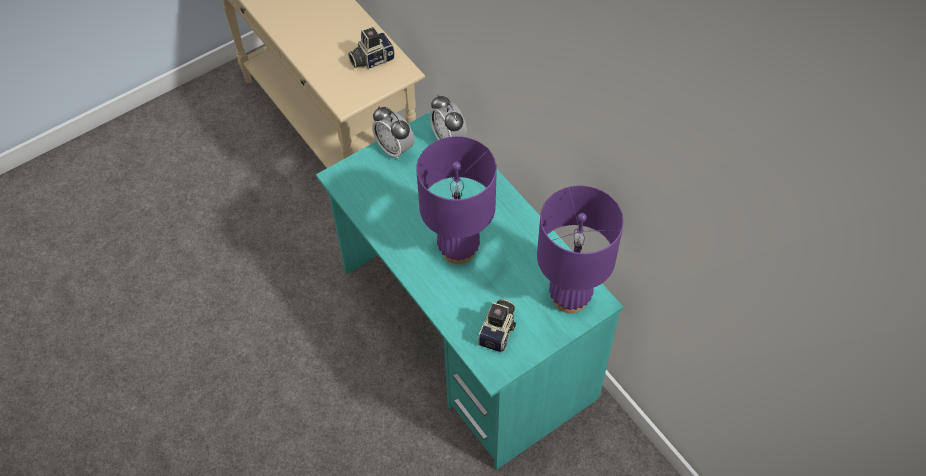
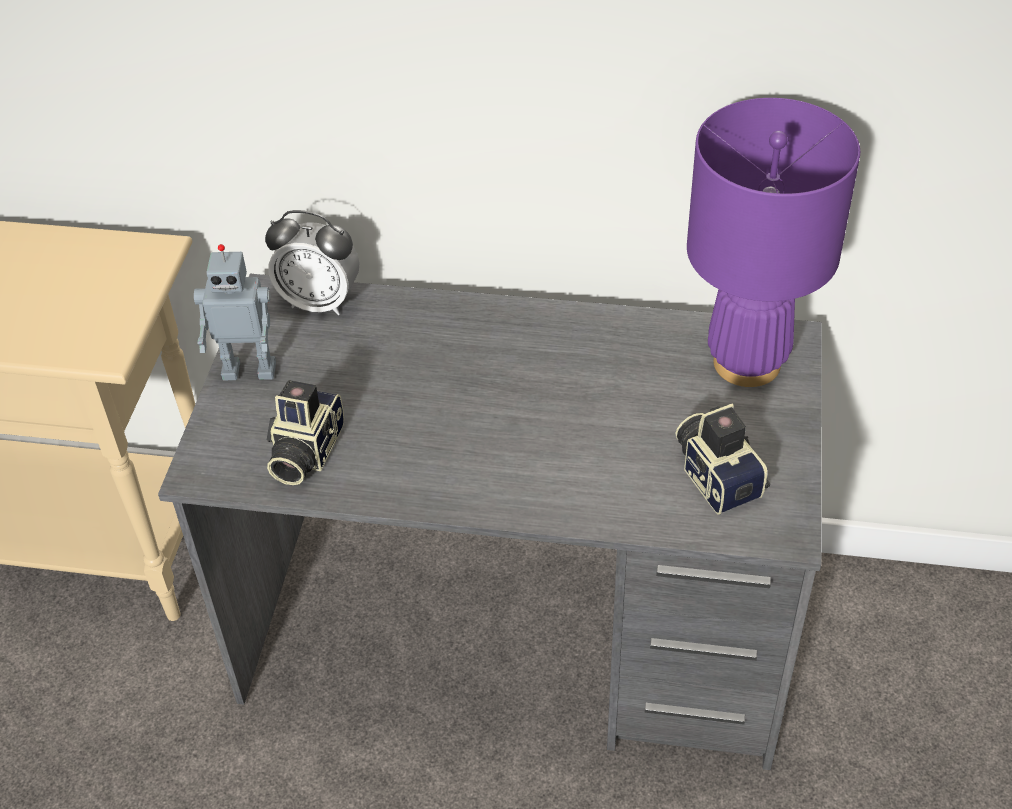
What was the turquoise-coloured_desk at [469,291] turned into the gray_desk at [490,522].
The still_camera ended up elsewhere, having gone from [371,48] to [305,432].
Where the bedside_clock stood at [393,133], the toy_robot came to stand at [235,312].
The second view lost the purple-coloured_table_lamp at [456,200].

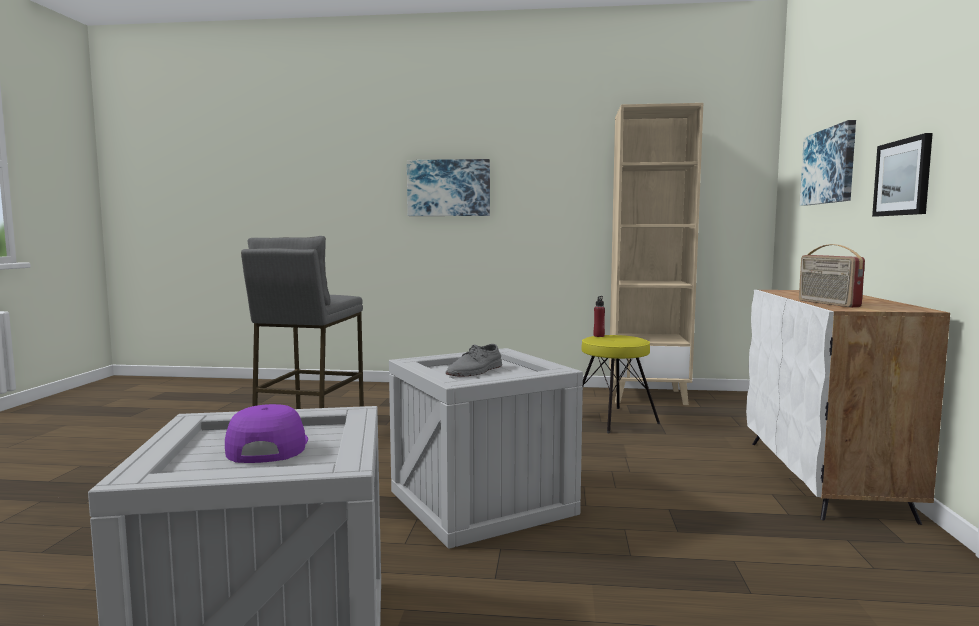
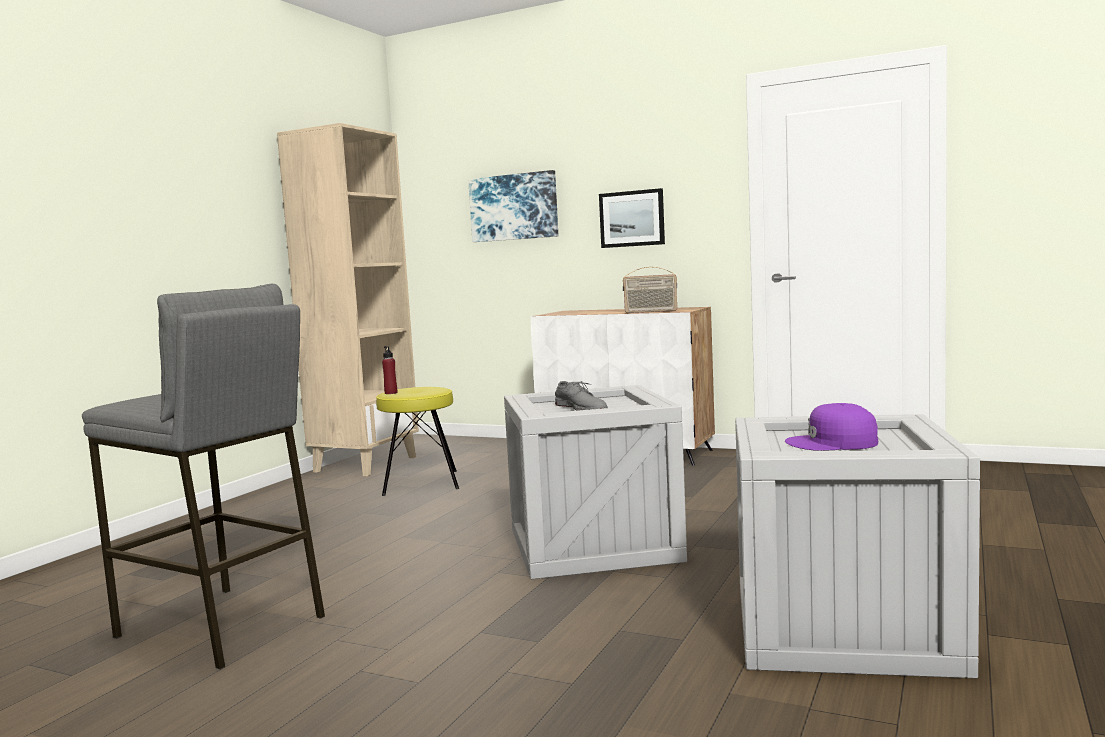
The second view lost the wall_art at [448,187].

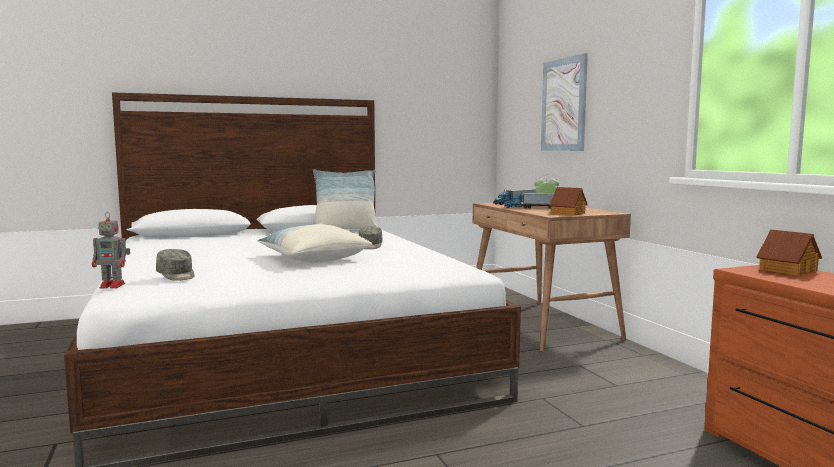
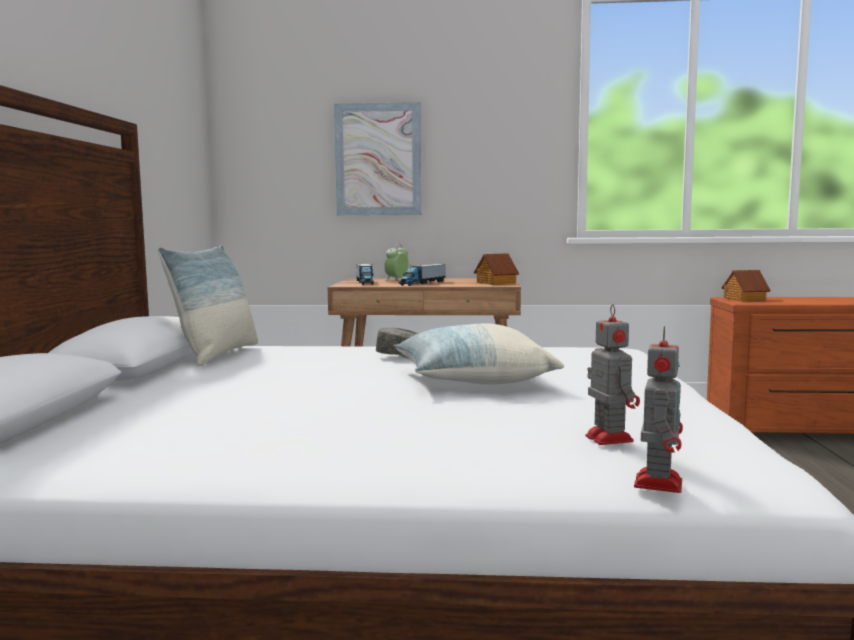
Where the gray_peaked_cap stood at [175,265], the toy_robot came to stand at [612,374].

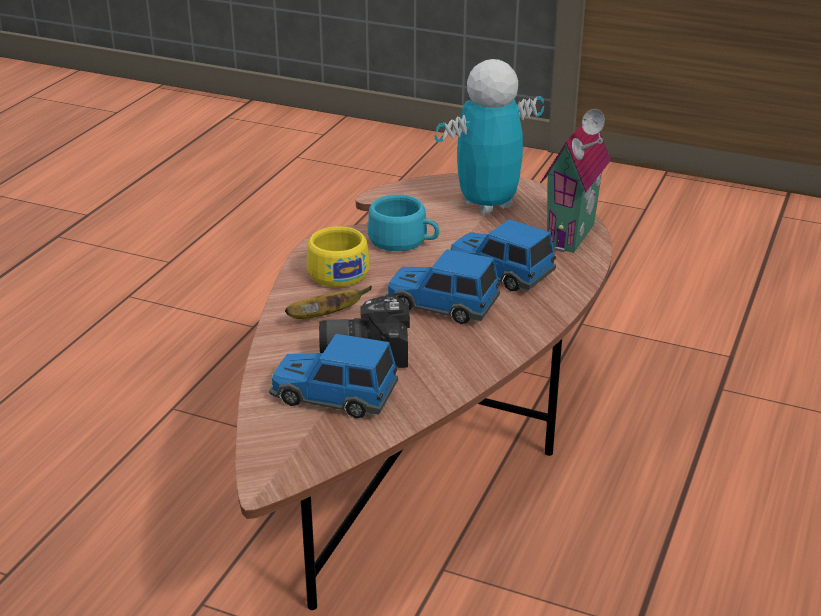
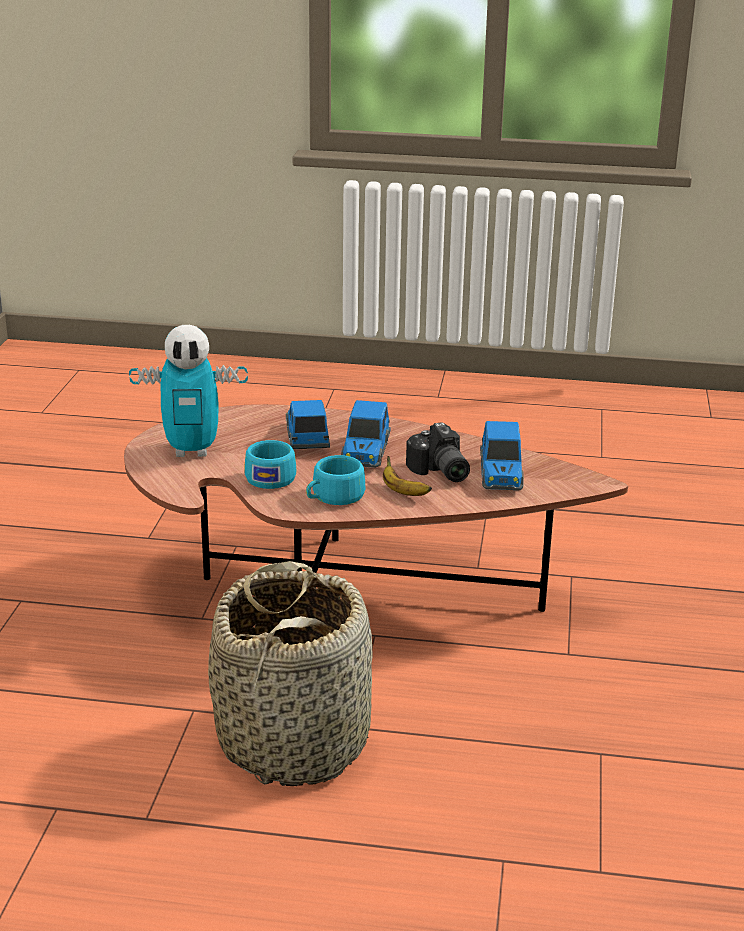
What was the yellow_cup at [338,257] turned into the turquoise-coloured_cup at [335,480].
The toy_robot at [489,137] ended up facing another way, 45 degrees counterclockwise from before.
The miniature_car at [503,255] ended up facing another way, 150 degrees clockwise from before.
The second view lost the miniature_house at [575,181].
The second view gained the household_basket at [290,673].

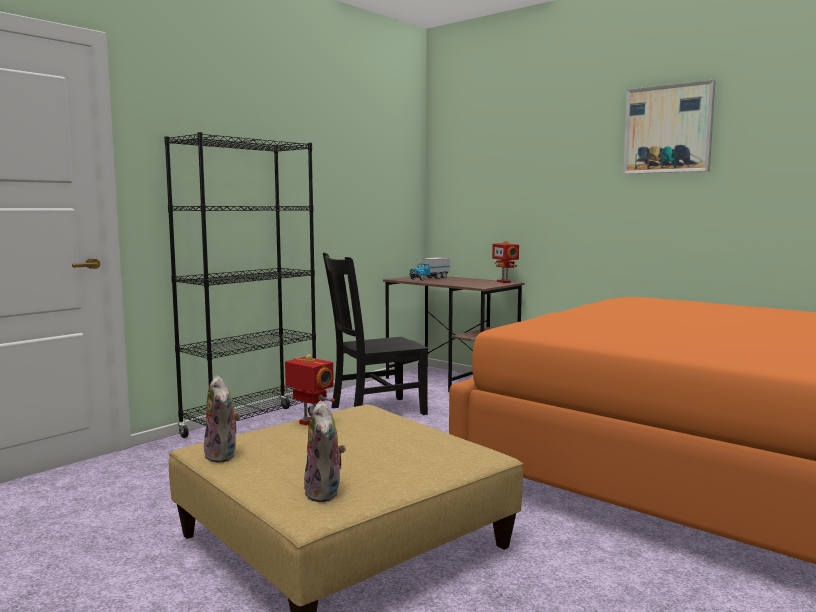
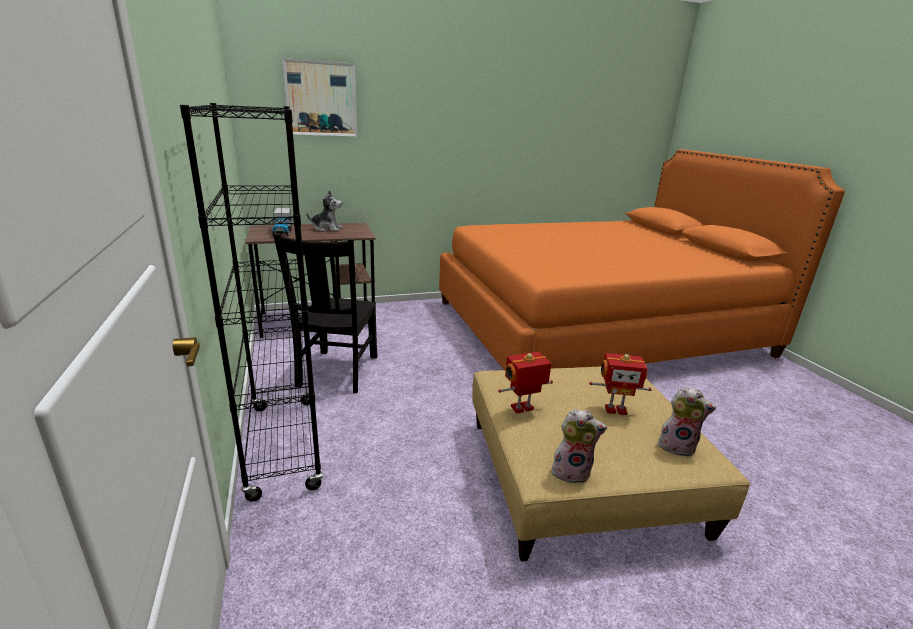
The toy_robot ended up elsewhere, having gone from [505,261] to [620,384].
The wall_art ended up elsewhere, having gone from [669,127] to [319,97].
The second view gained the soft_toy at [324,211].

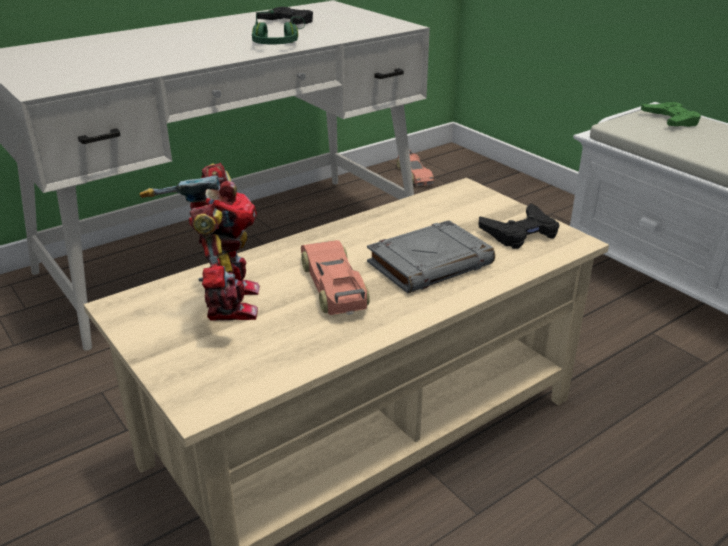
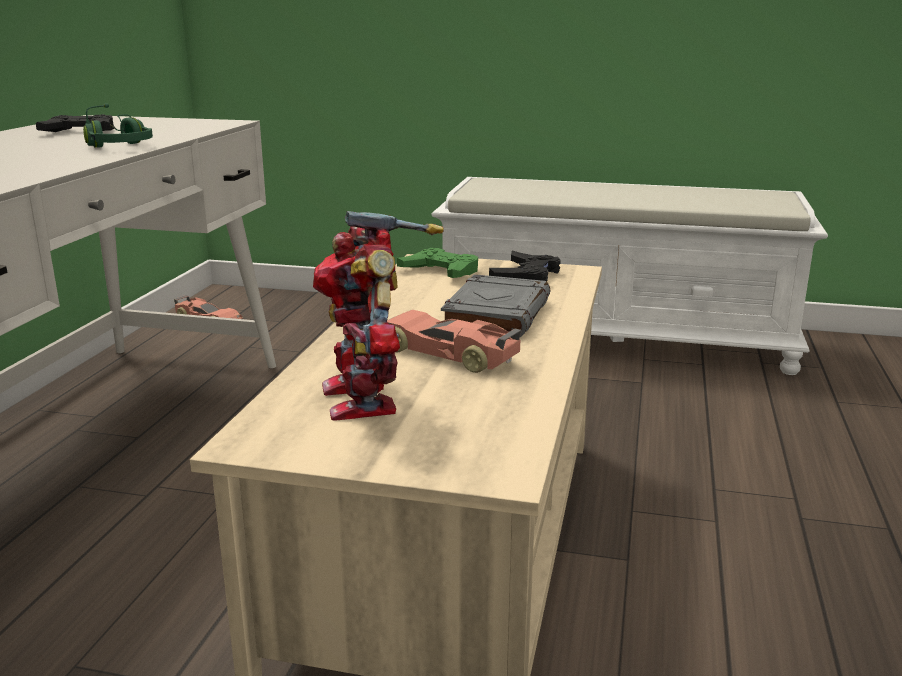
The toy_robot at [199,242] ended up facing another way, 150 degrees counterclockwise from before.
The green_gamepad ended up elsewhere, having gone from [671,114] to [437,263].

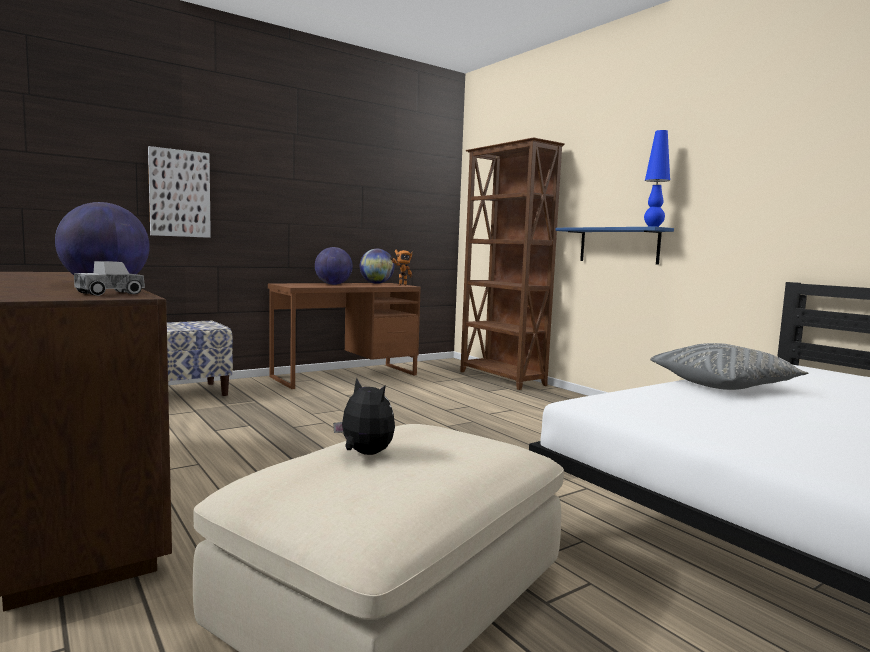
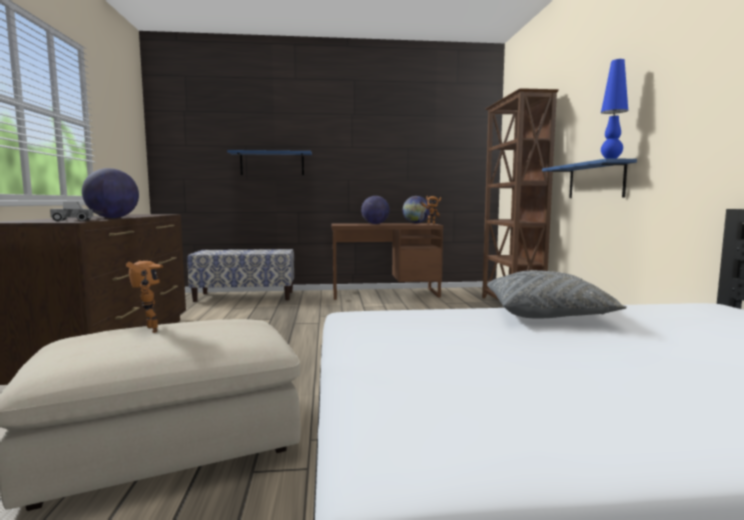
Where the wall_art hung at [179,192], the blue-coloured_shelf came to hang at [269,162].
Where the soft_toy stood at [364,416], the toy_robot came to stand at [144,296].

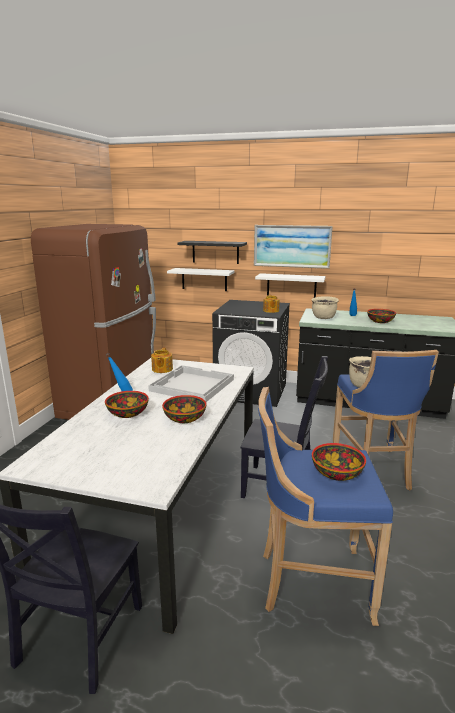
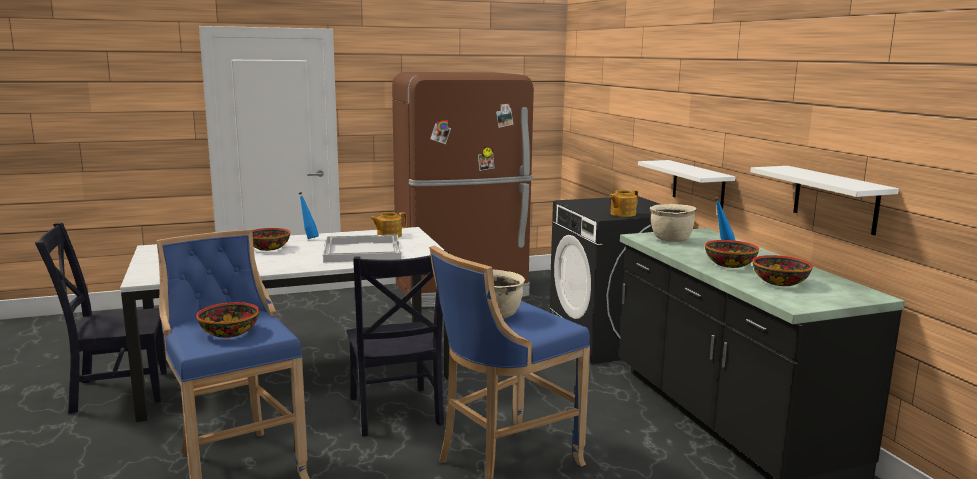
The serving_bowl ended up elsewhere, having gone from [184,409] to [783,270].
The white-coloured_shelf ended up elsewhere, having gone from [201,279] to [824,200].
The second view lost the blackish_shelf at [212,252].
The second view lost the wall_art at [293,247].

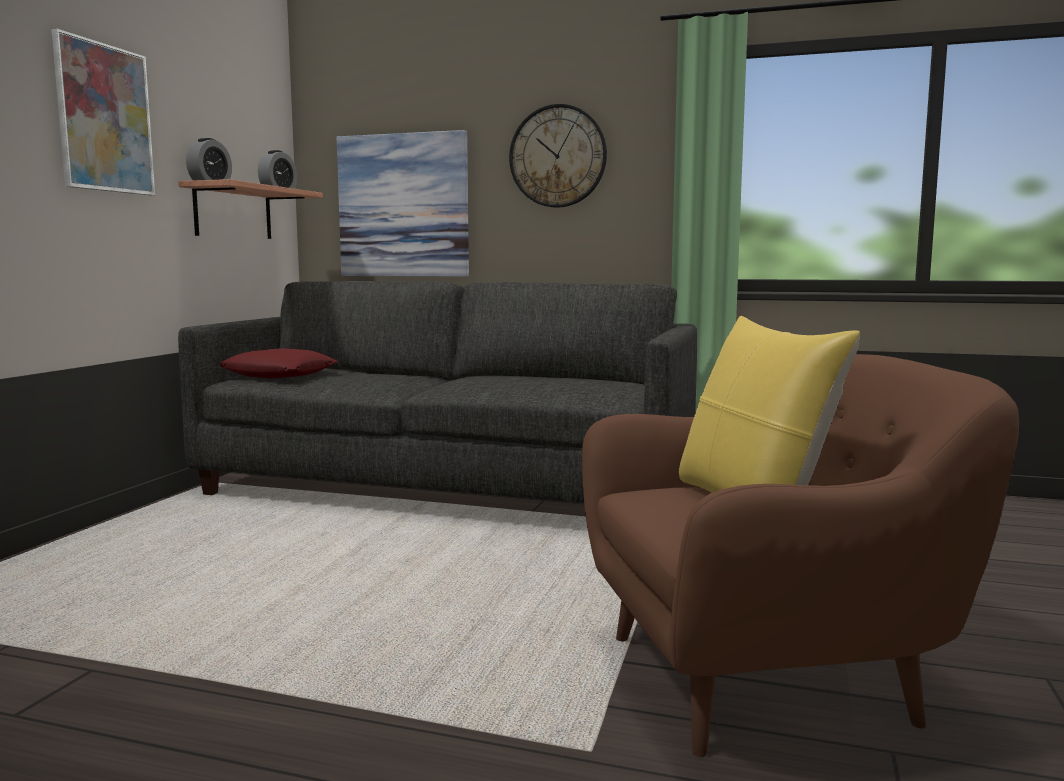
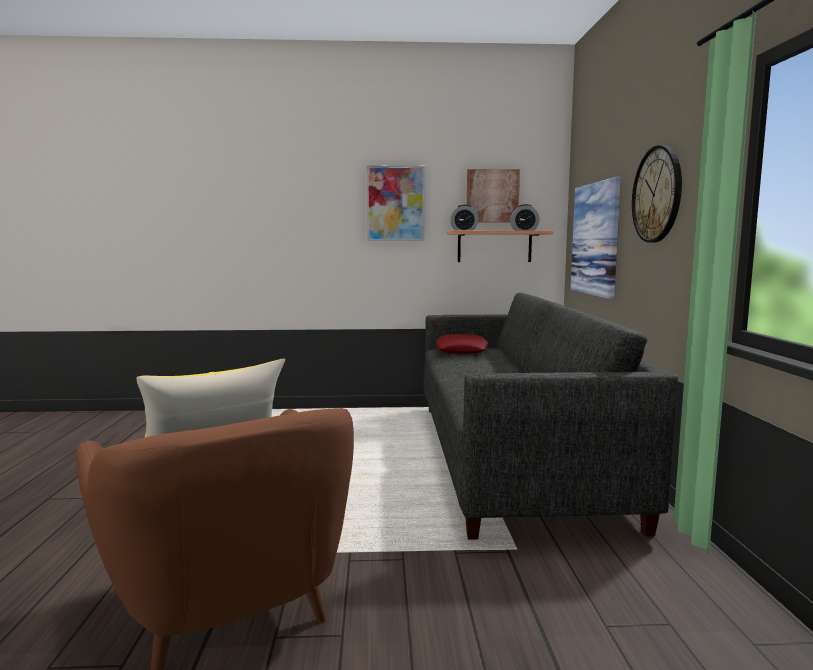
The second view gained the wall_art at [493,196].

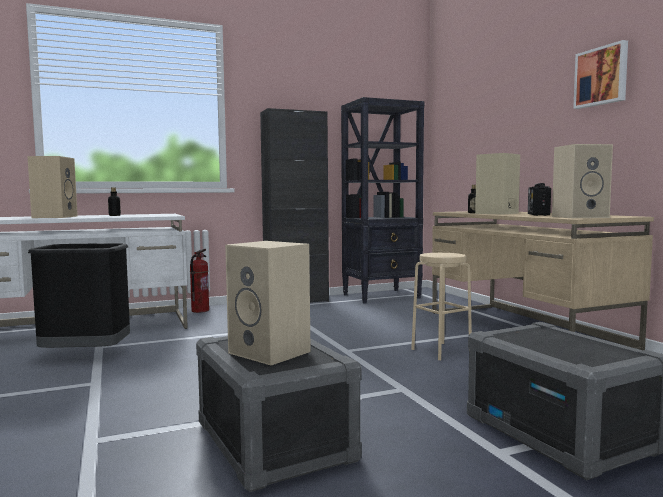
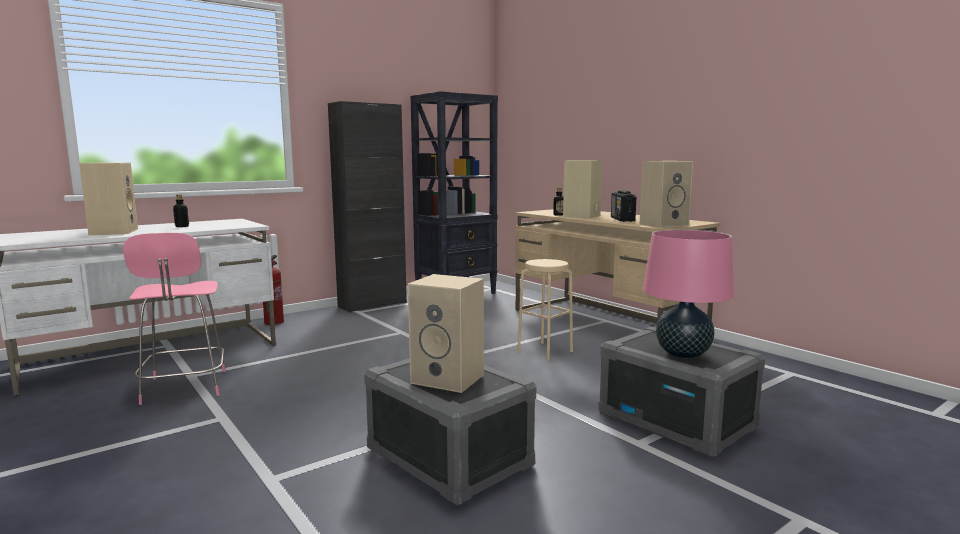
Where the blackish_waste_bin stood at [79,295], the pink_upright_chair came to stand at [174,319].
The second view lost the wall_art at [600,74].
The second view gained the pink_table_lamp at [688,294].

